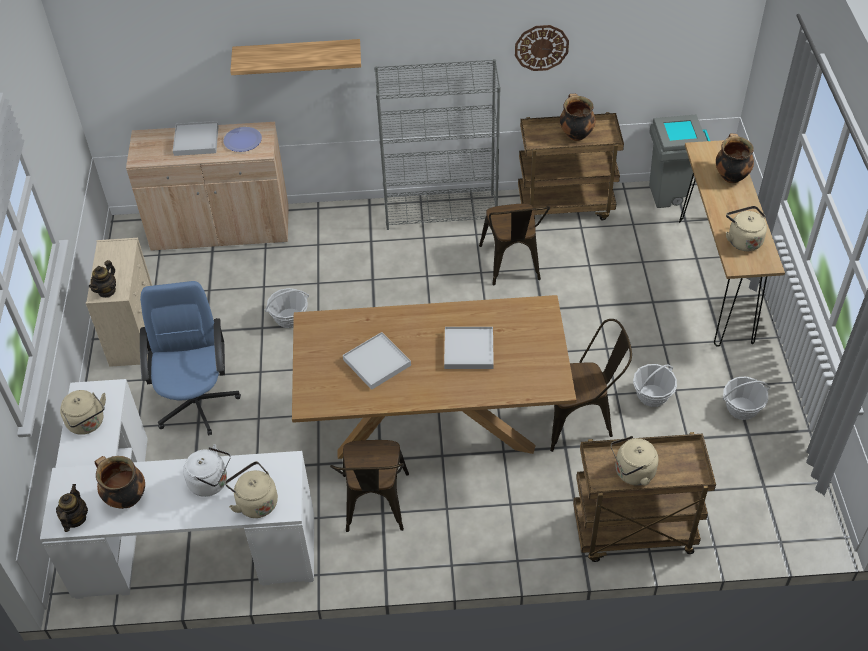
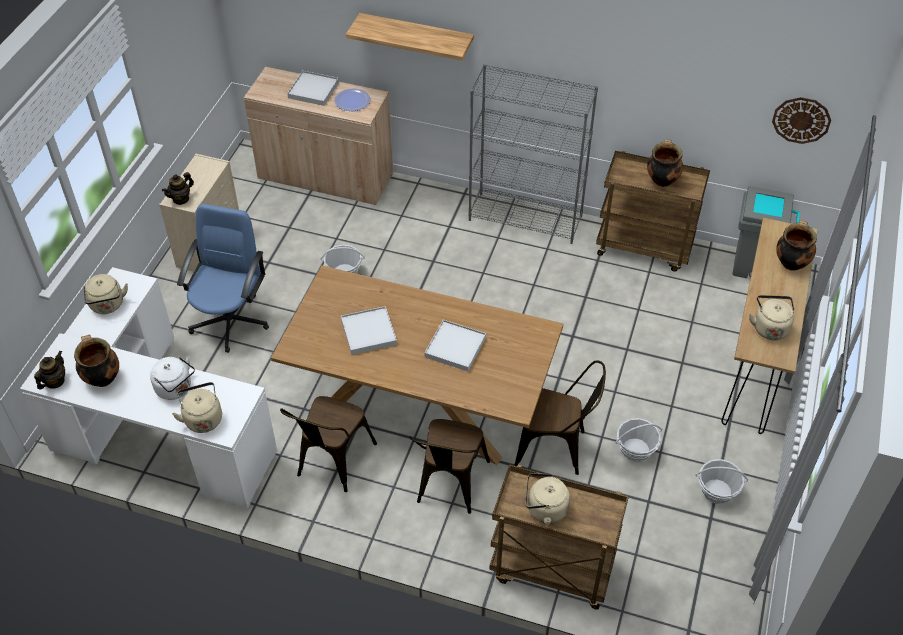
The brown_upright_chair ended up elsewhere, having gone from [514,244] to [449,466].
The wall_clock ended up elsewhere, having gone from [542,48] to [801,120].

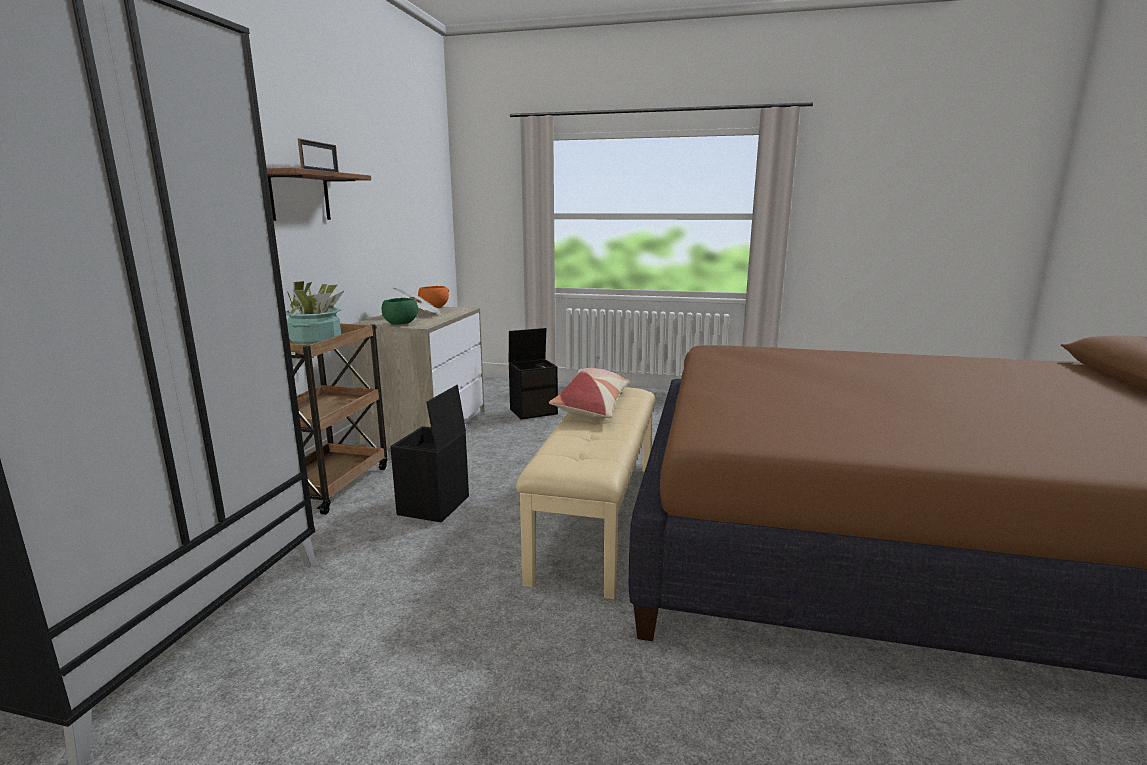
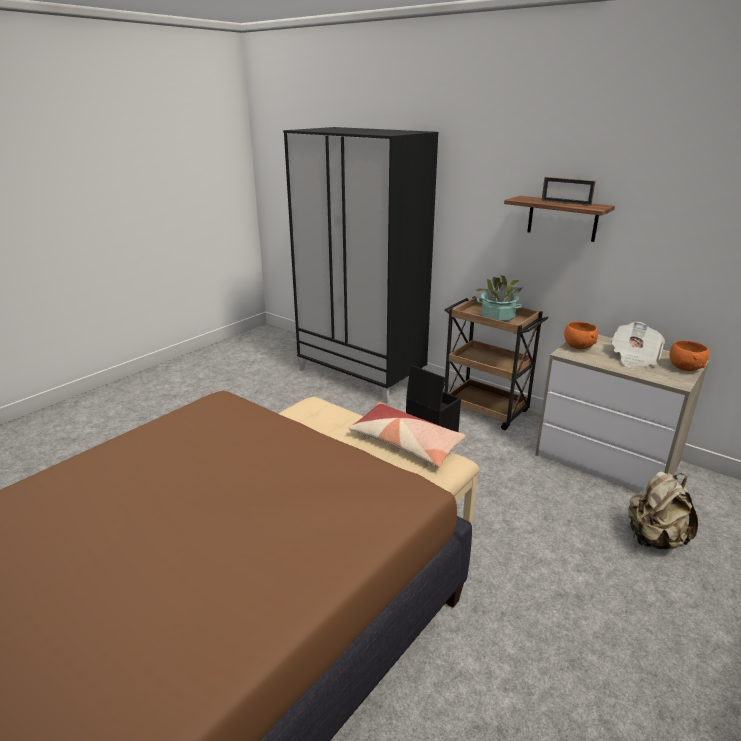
What was the green_serving_bowl at [400,311] turned into the orangey_serving_bowl at [581,335].
Where the blackish_storage_container stood at [533,373], the beige_rucksack came to stand at [663,510].

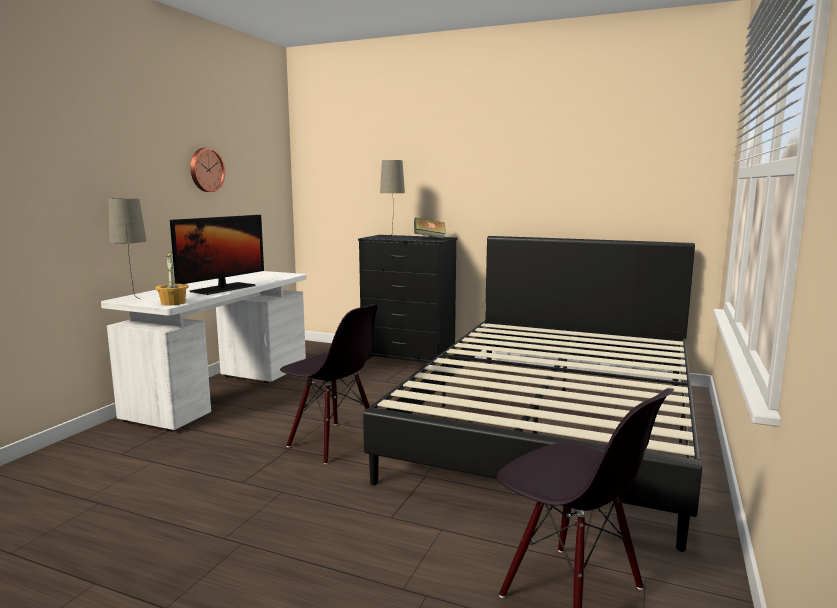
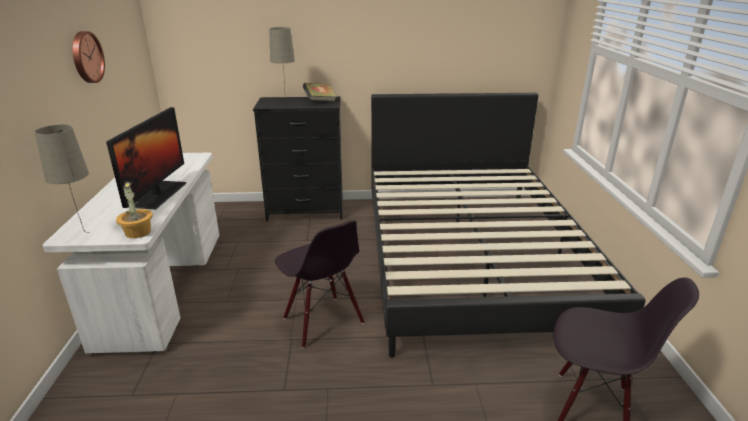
The blackish_upright_chair at [329,384] ended up facing another way, 45 degrees clockwise from before.

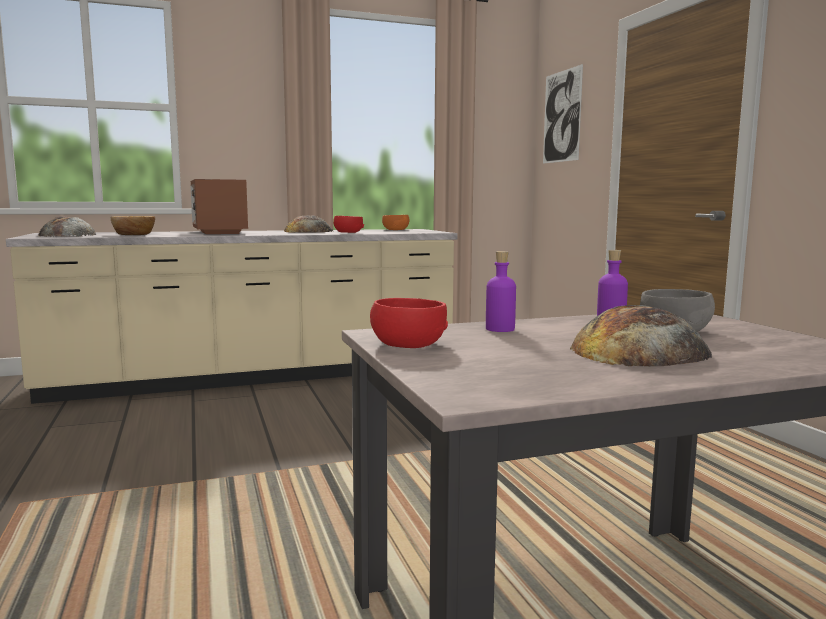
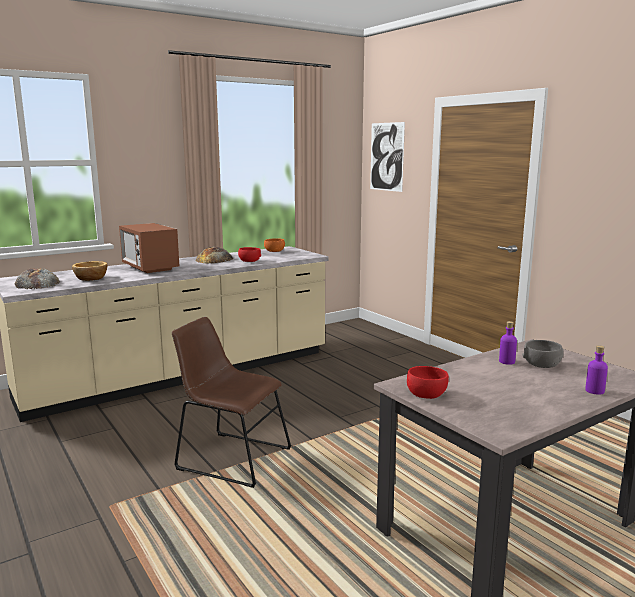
The purple-coloured_beverage_bottle ended up elsewhere, having gone from [501,291] to [596,370].
The second view lost the bakery_bread at [641,335].
The second view gained the brown_upright_chair at [231,402].

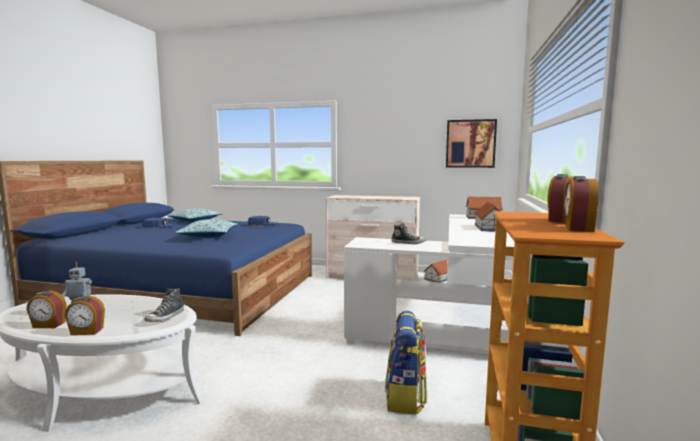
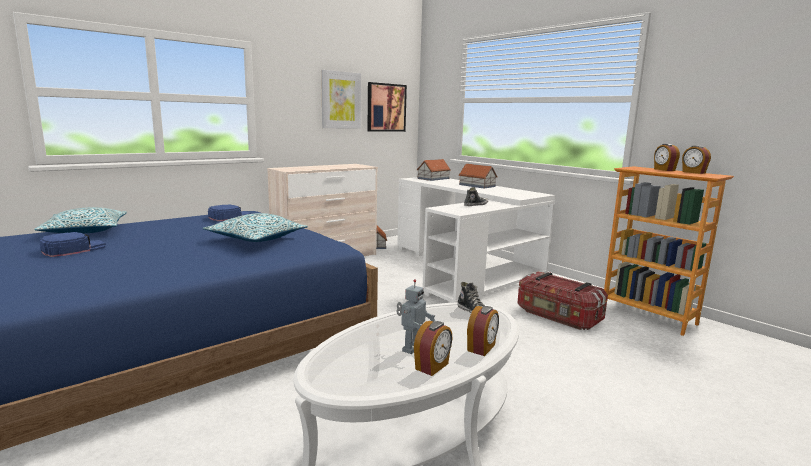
Where the rucksack stood at [406,362], the storage_container came to stand at [563,300].
The second view gained the wall_art at [341,99].

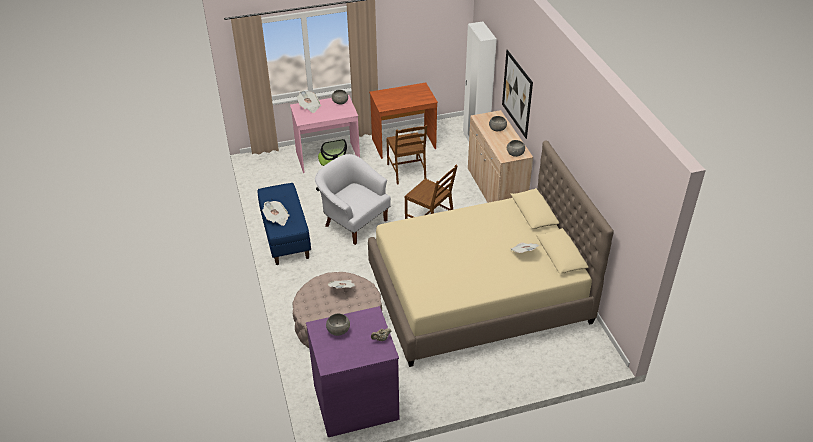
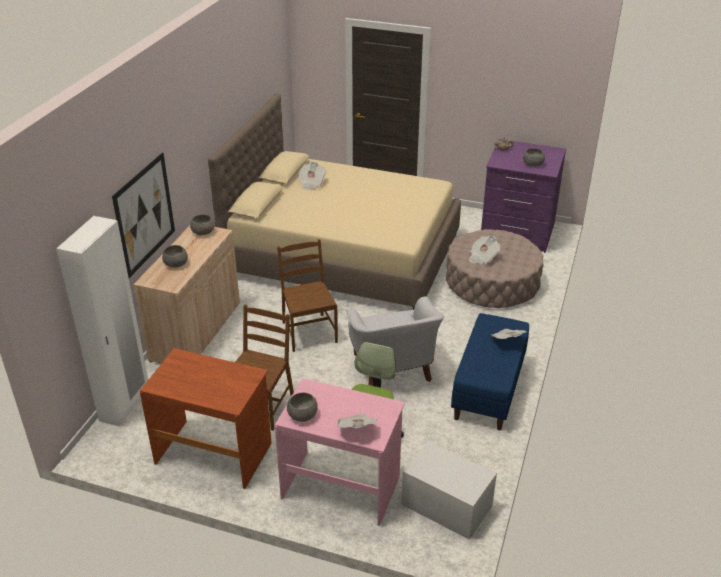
The second view gained the white-coloured_storage_container at [449,490].

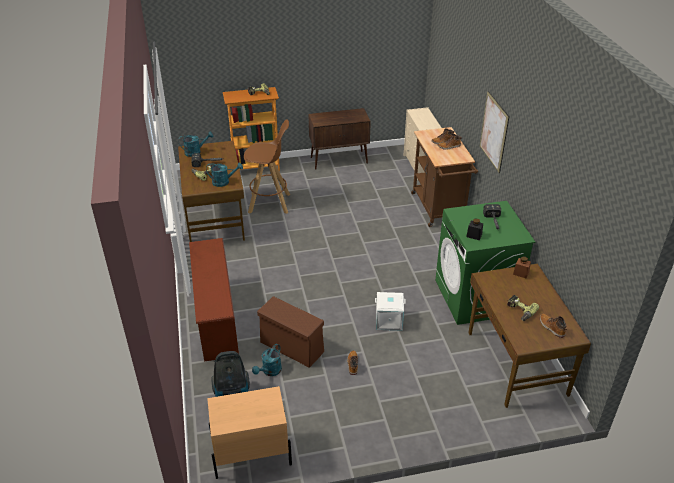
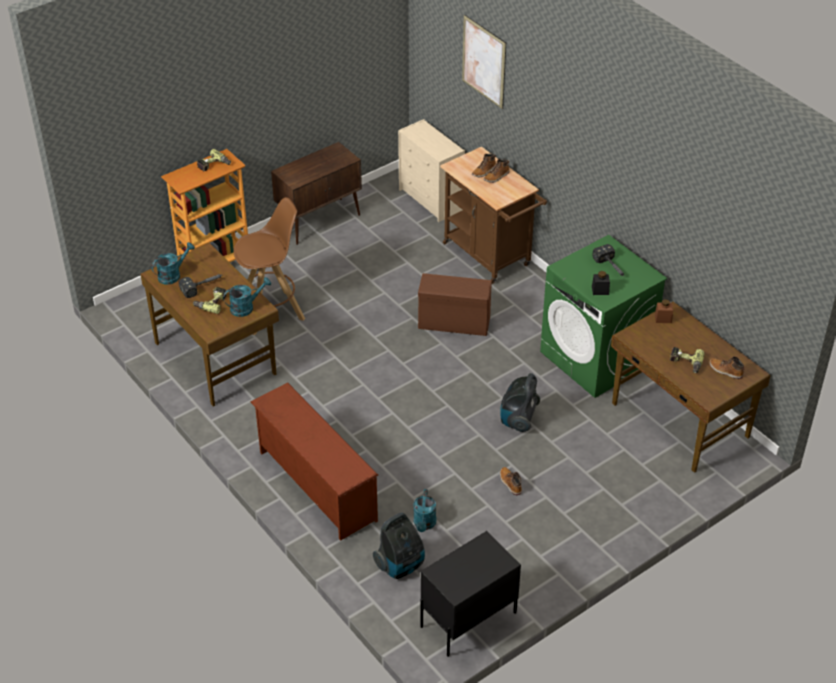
What was the beige_bedside_table at [249,432] turned into the blackish_bedside_table at [470,594].
The brown_storage_container ended up elsewhere, having gone from [290,332] to [455,304].
Where the white-coloured_storage_container stood at [390,311], the vacuum came to stand at [520,402].
The wall_art ended up elsewhere, having gone from [494,132] to [484,62].

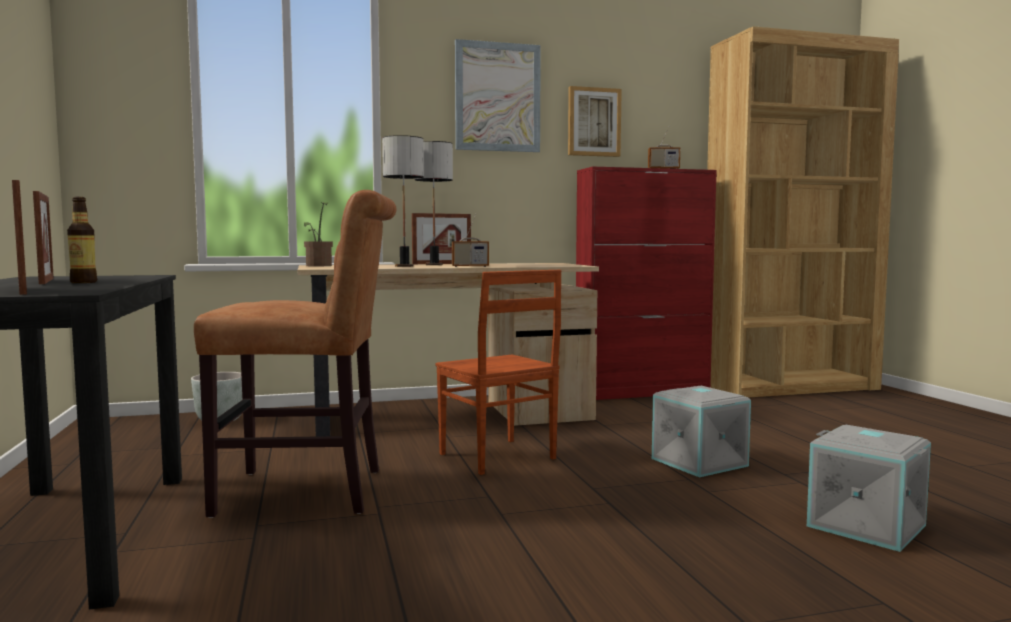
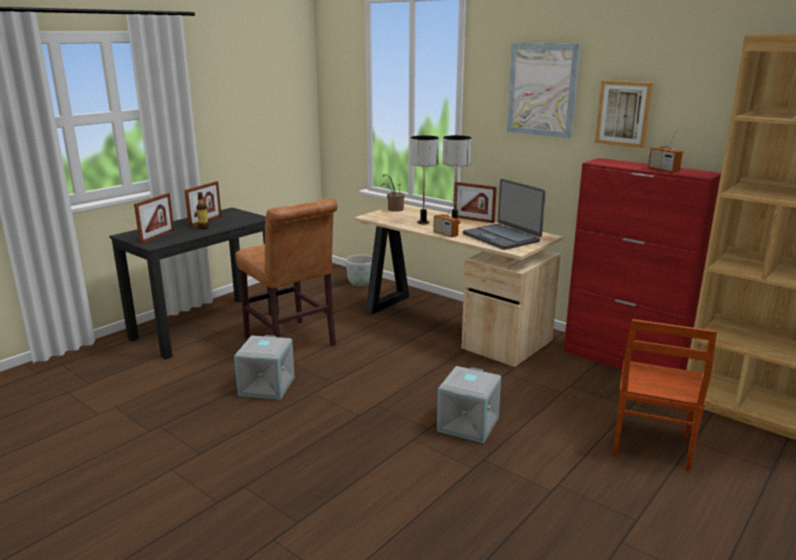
The brown_upright_chair ended up elsewhere, having gone from [498,372] to [665,395].
The gray_storage_container ended up elsewhere, having gone from [869,488] to [264,367].
The second view gained the notebook_computer at [504,214].

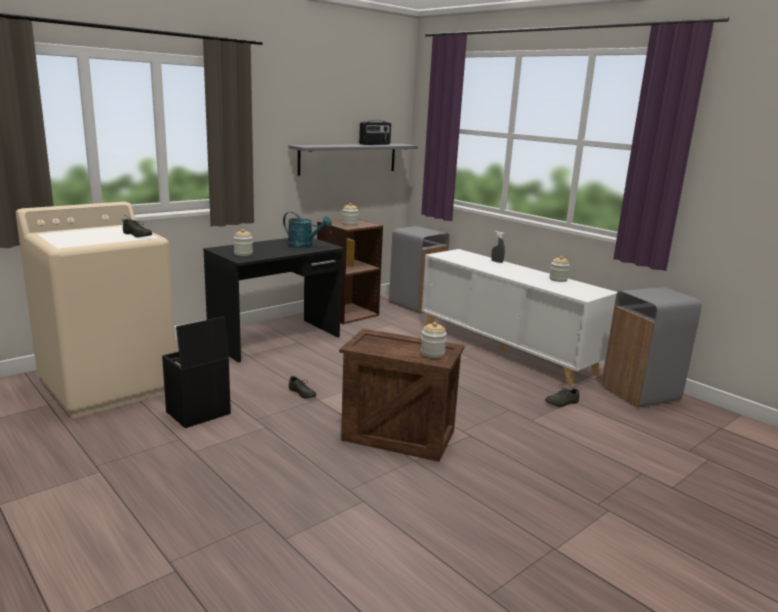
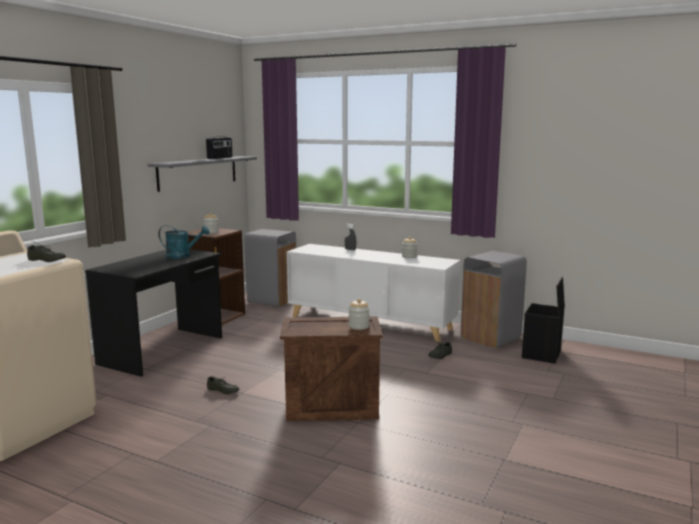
The blackish_storage_container ended up elsewhere, having gone from [196,372] to [543,320].
The second view lost the storage_jar at [243,242].

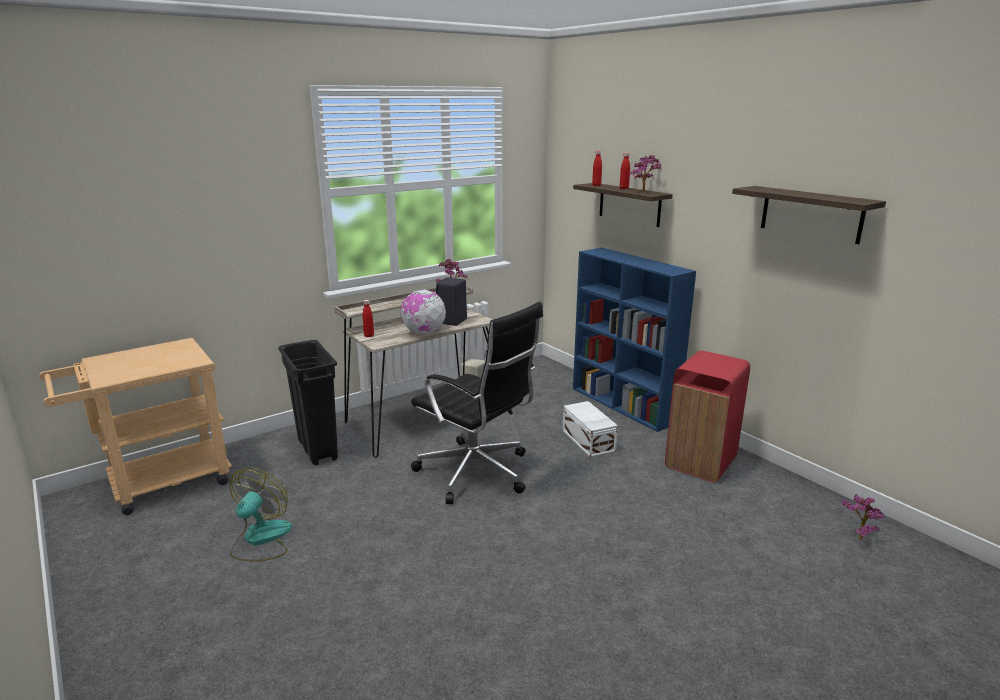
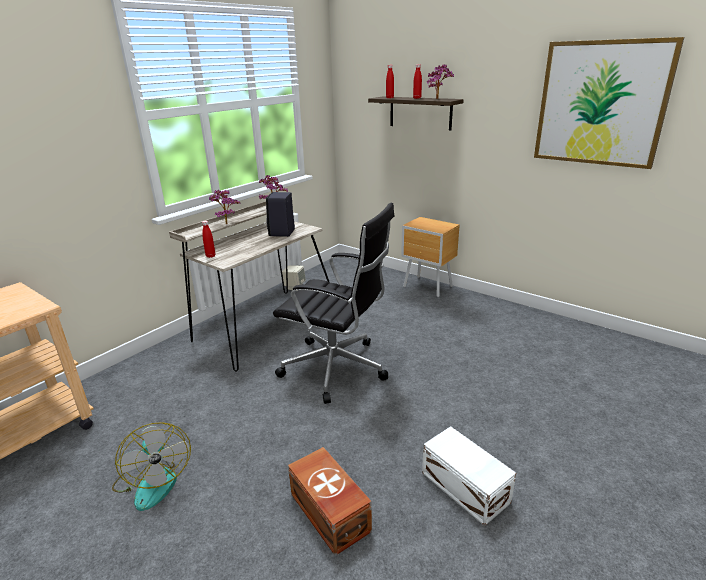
The cooling_fan at [261,515] ended up facing another way, 150 degrees clockwise from before.
The second view lost the blackish_waste_bin at [308,402].
The second view lost the desk_globe at [423,312].
The white-coloured_storage_container ended up elsewhere, having gone from [590,429] to [469,476].
Where the blue-coloured_bookcase stood at [634,340], the brown_bedside_table came to stand at [430,257].
The second view lost the reddish_waste_bin at [707,416].
Where the shelf hung at [809,215], the wall_art came to hang at [609,103].
The potted_plant ended up elsewhere, having gone from [863,517] to [225,207].
The second view gained the brown_storage_container at [330,501].

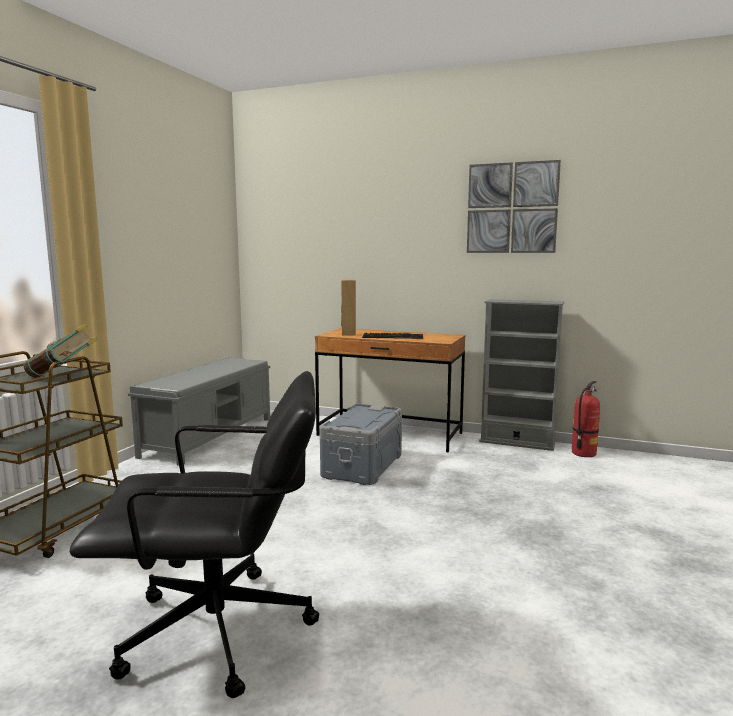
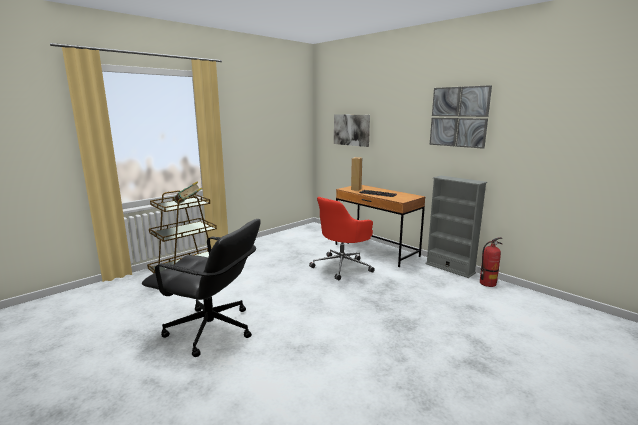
The second view lost the gray_indoor_bench at [199,411].
Where the gray_storage_container stood at [361,444], the reddish_desk_chair came to stand at [342,238].
The second view gained the wall_art at [352,130].

